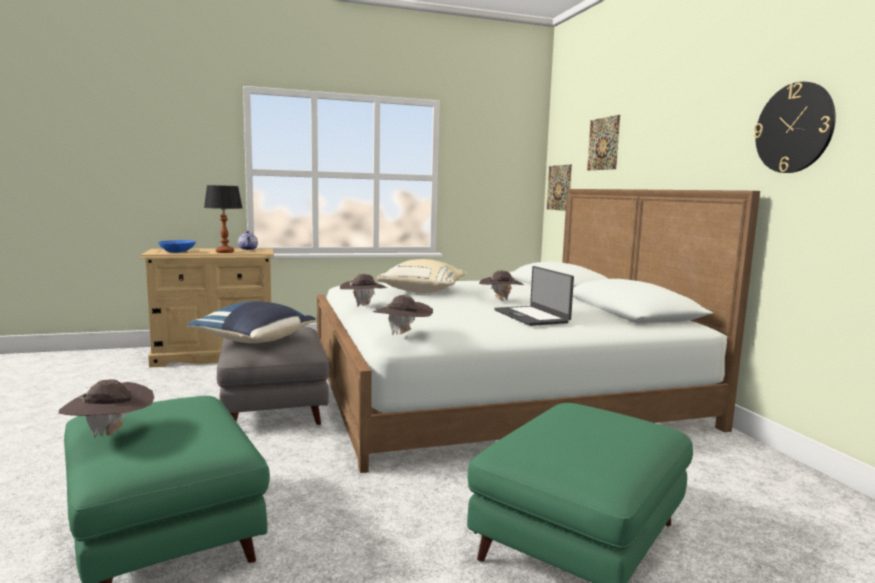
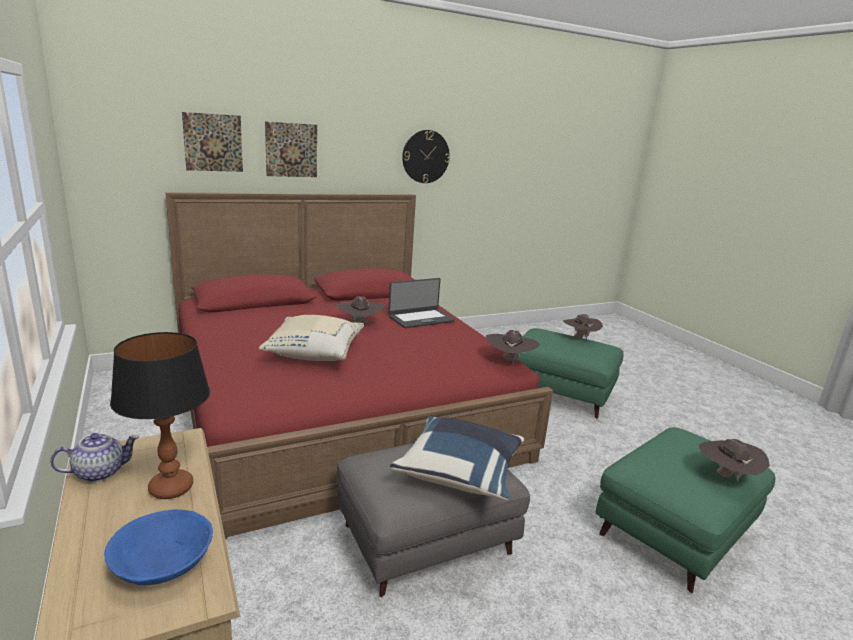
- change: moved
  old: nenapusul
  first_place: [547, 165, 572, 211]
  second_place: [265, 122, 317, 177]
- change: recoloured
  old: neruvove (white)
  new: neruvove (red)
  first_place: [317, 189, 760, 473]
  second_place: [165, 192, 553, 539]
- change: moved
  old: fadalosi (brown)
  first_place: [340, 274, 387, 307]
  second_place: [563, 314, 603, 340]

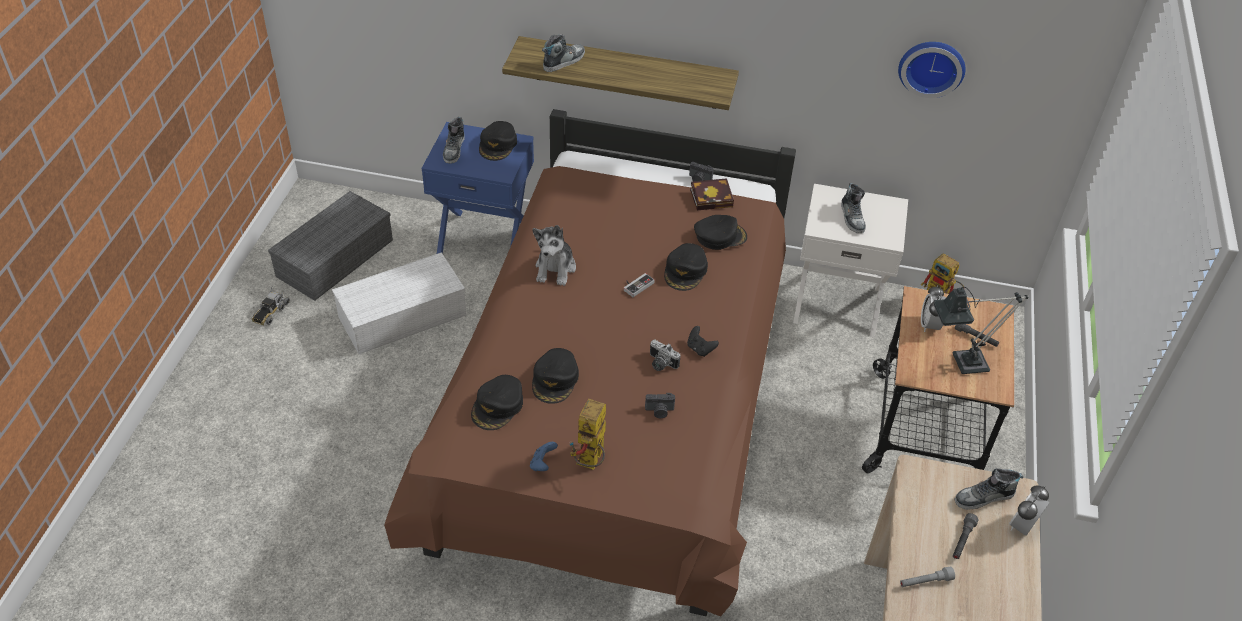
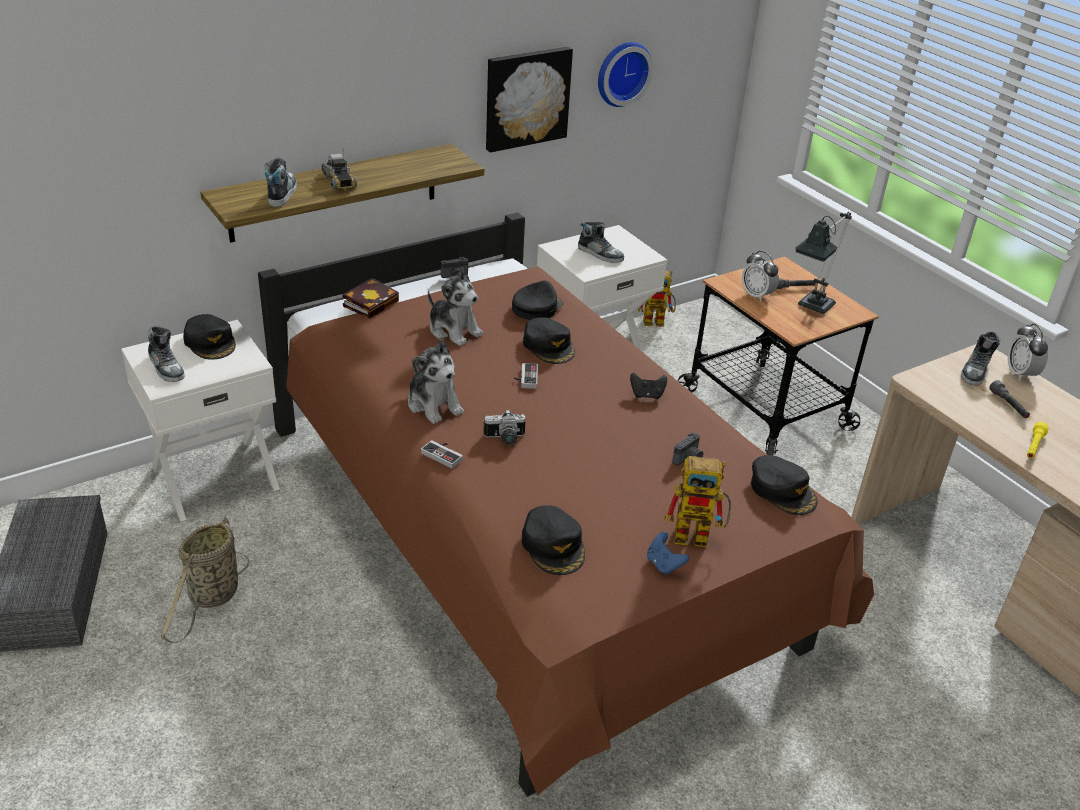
- change: recoloured
  old: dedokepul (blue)
  new: dedokepul (white)
  first_place: [421, 122, 534, 254]
  second_place: [121, 320, 280, 521]
- change: moved
  old: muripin
  first_place: [690, 178, 734, 210]
  second_place: [342, 278, 399, 319]
- change: replaced
  old: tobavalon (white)
  new: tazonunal
  first_place: [332, 252, 466, 354]
  second_place: [161, 517, 249, 643]
- change: moved
  old: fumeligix
  first_place: [252, 287, 290, 325]
  second_place: [322, 148, 357, 190]
- change: moved
  old: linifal
  first_place: [650, 340, 681, 371]
  second_place: [484, 410, 526, 445]
- change: moved
  old: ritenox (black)
  first_place: [532, 348, 579, 404]
  second_place: [751, 455, 818, 515]
- change: turned
  old: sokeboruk
  first_place: [570, 398, 606, 470]
  second_place: [665, 456, 731, 548]
  degrees: -60
- change: recoloured
  old: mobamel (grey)
  new: mobamel (yellow)
  first_place: [900, 566, 955, 587]
  second_place: [1027, 422, 1049, 458]
- change: added
  new: nenapusul
  second_place: [486, 47, 573, 153]
- change: added
  new: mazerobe
  second_place: [428, 267, 483, 346]
- change: added
  new: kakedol
  second_place: [421, 440, 463, 469]

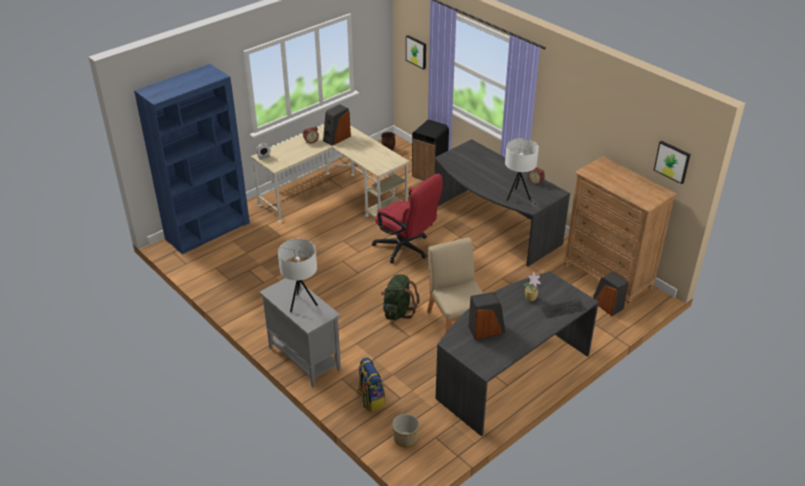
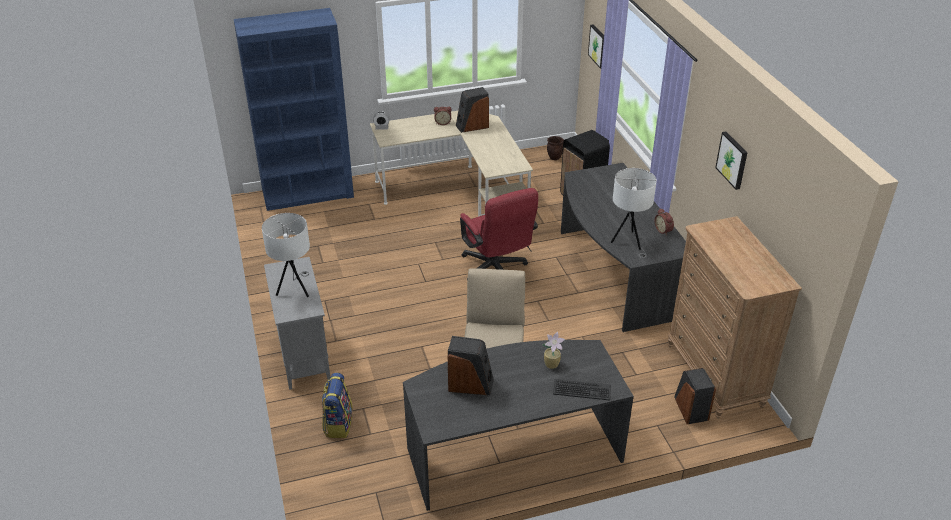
- change: moved
  old: nenapusul
  first_place: [654, 141, 691, 184]
  second_place: [715, 131, 747, 190]
- change: removed
  old: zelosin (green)
  first_place: [381, 274, 420, 320]
- change: removed
  old: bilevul
  first_place: [392, 414, 419, 447]

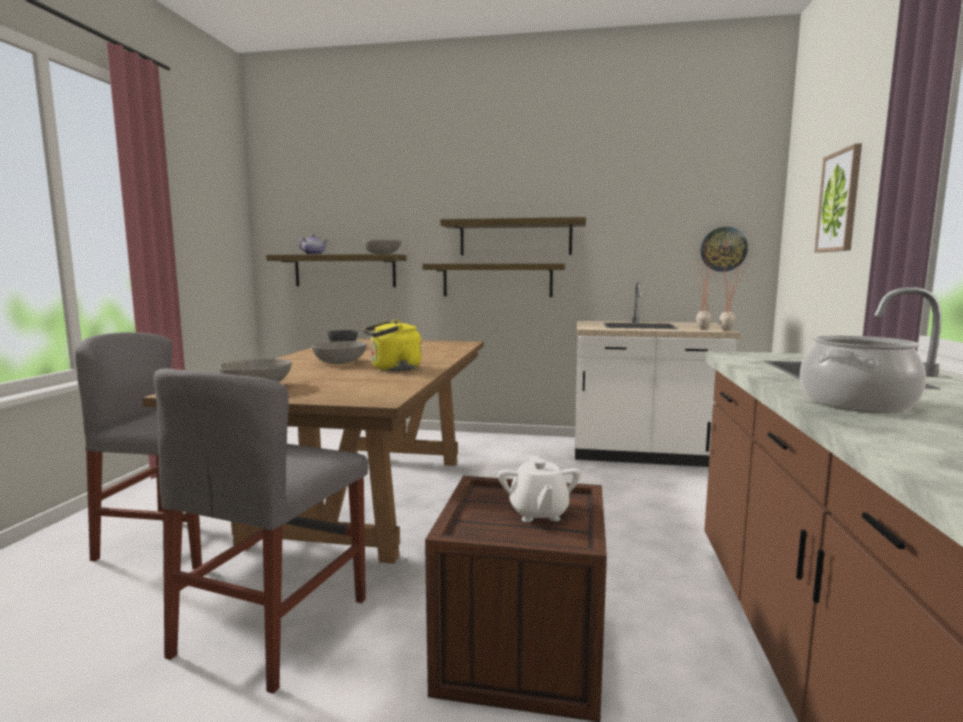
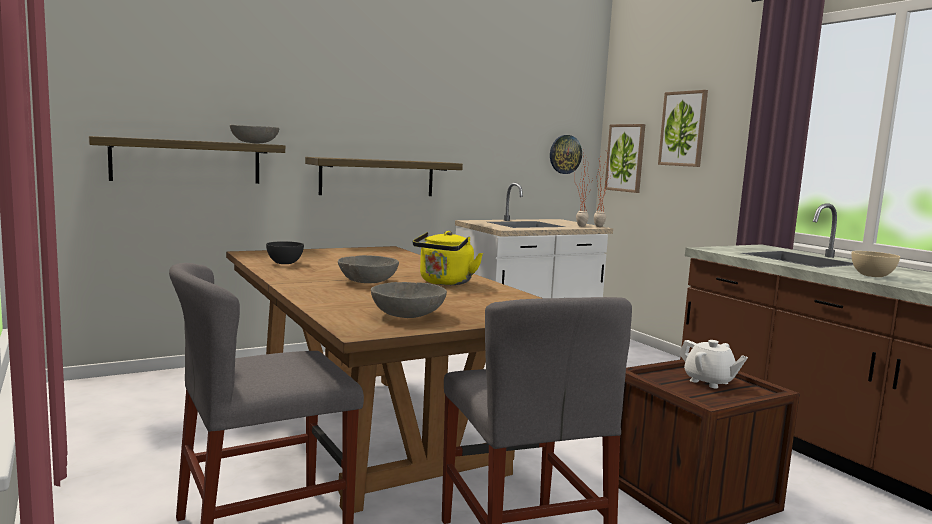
- change: removed
  old: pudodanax
  first_place: [440, 217, 586, 255]
- change: removed
  old: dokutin
  first_place: [299, 234, 328, 255]
- change: replaced
  old: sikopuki
  new: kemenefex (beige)
  first_place: [800, 335, 926, 413]
  second_place: [851, 251, 900, 277]
- change: added
  new: nenapusul
  second_place: [605, 124, 645, 193]

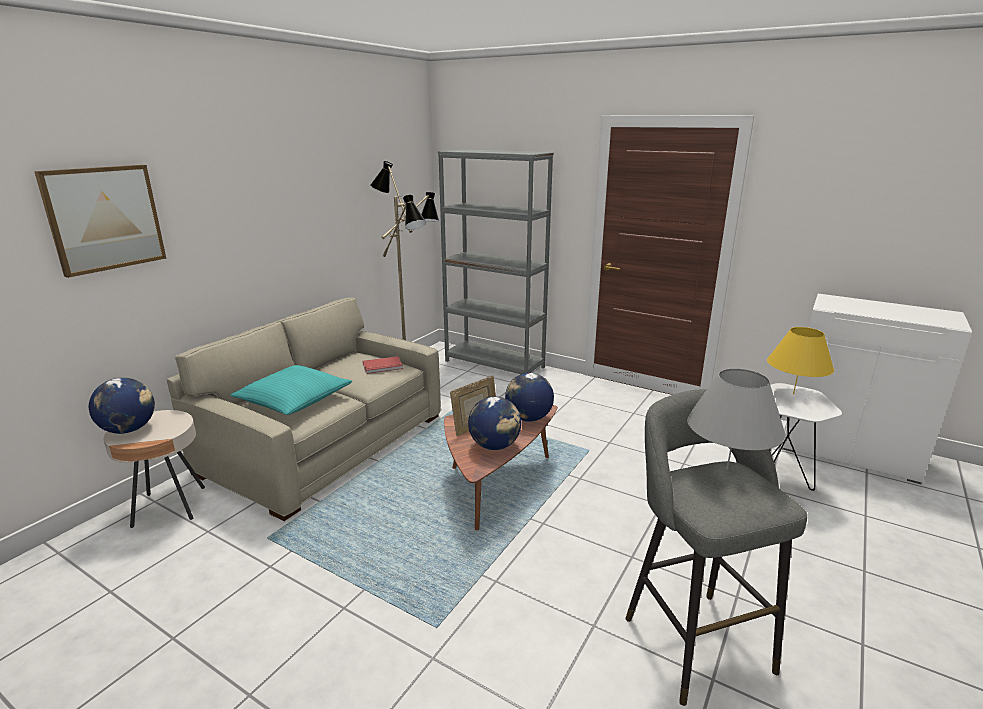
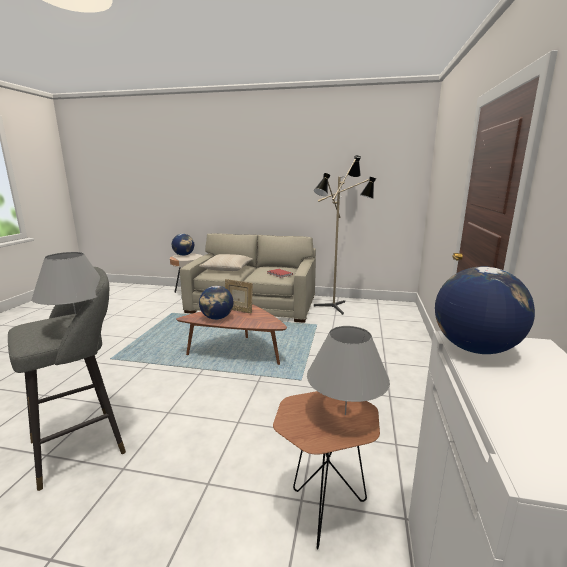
- change: removed
  old: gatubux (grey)
  first_place: [438, 150, 554, 374]
- change: removed
  old: nenapusul
  first_place: [34, 165, 166, 278]
- change: recoloured
  old: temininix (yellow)
  new: temininix (grey)
  first_place: [767, 327, 834, 395]
  second_place: [307, 326, 390, 415]
- change: recoloured
  old: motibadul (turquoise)
  new: motibadul (beige)
  first_place: [231, 365, 352, 415]
  second_place: [199, 254, 253, 271]
- change: moved
  old: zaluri
  first_place: [505, 373, 554, 422]
  second_place: [435, 266, 535, 354]
- change: recoloured
  old: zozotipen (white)
  new: zozotipen (brown)
  first_place: [769, 383, 842, 491]
  second_place: [273, 391, 380, 550]

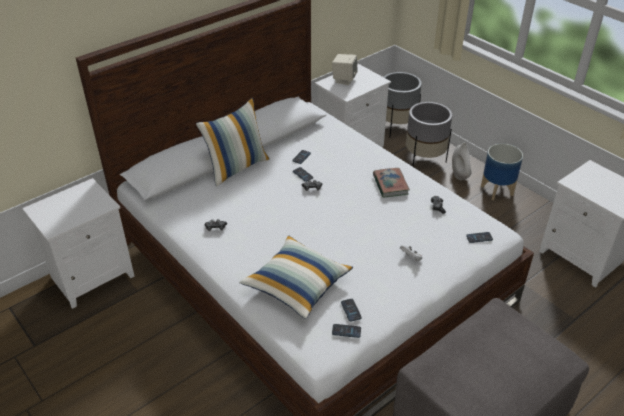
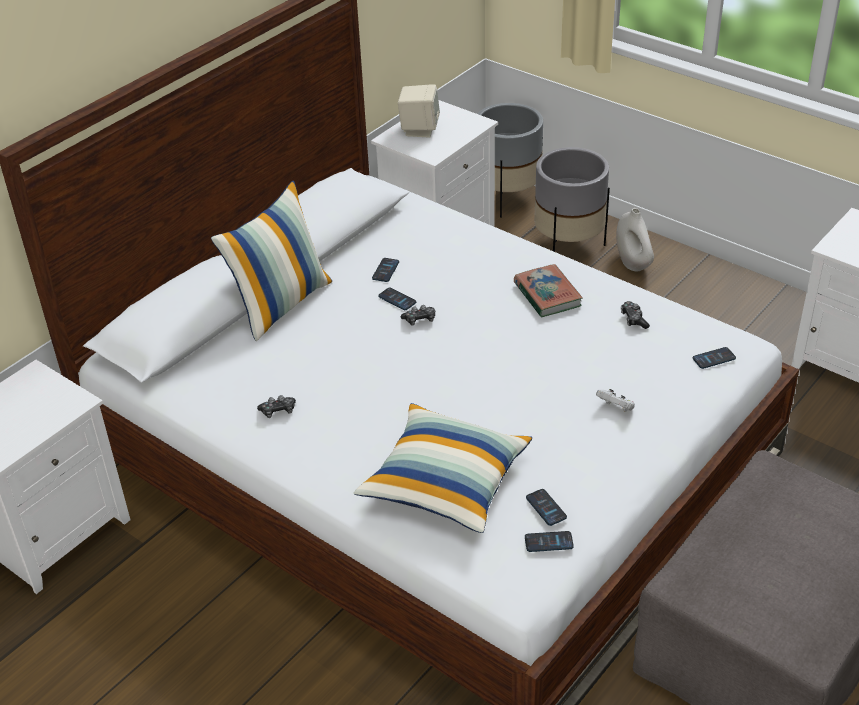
- change: removed
  old: bilevul
  first_place: [481, 144, 523, 201]

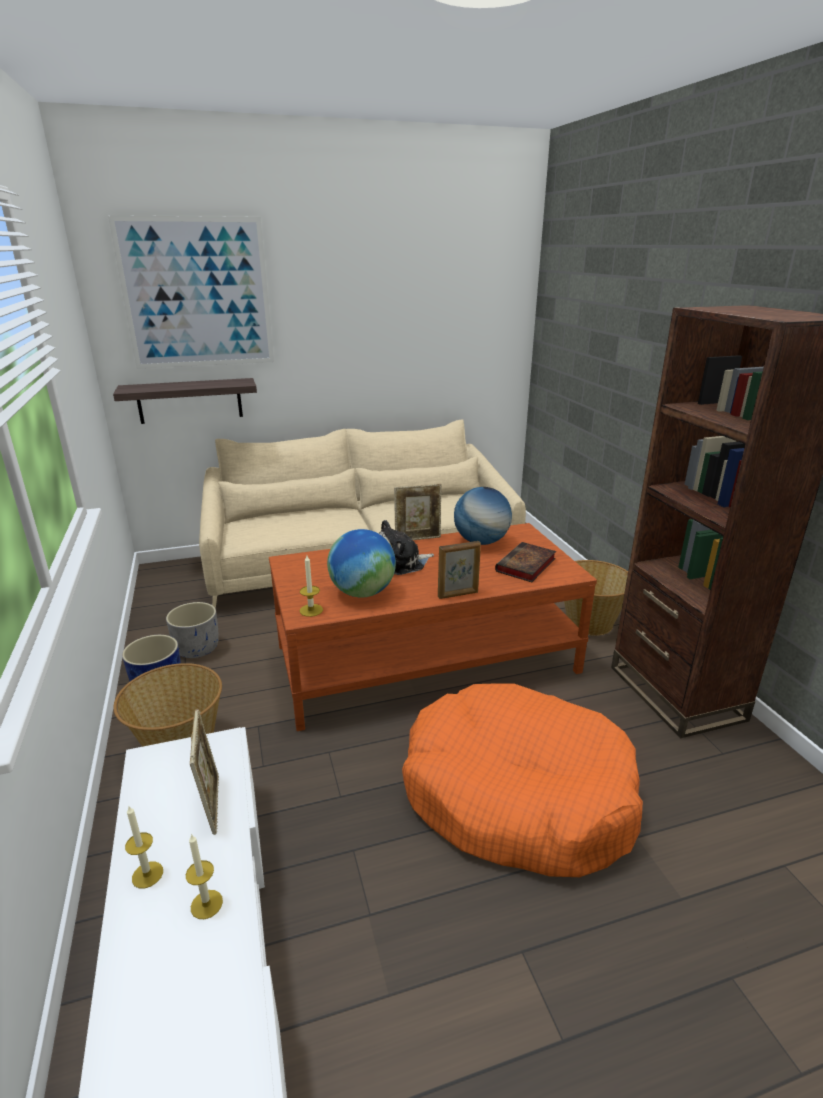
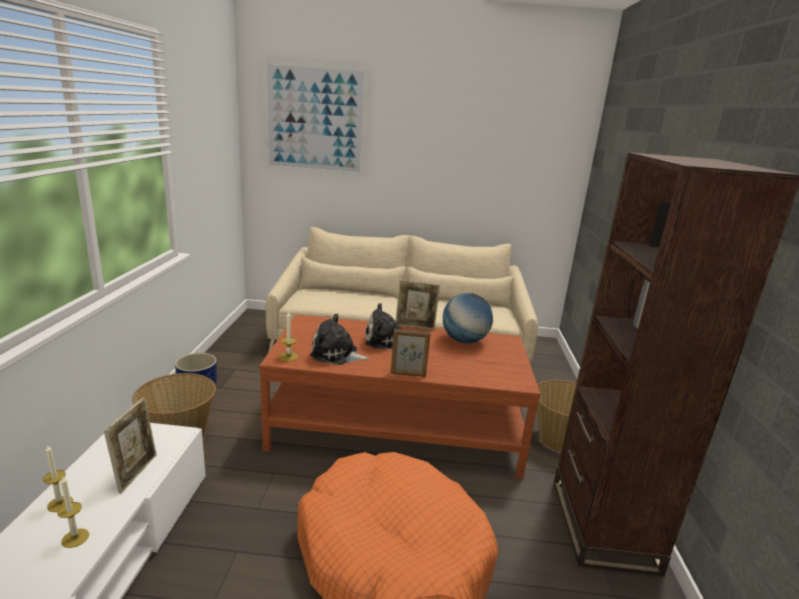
- change: removed
  old: pudodanax
  first_place: [113, 378, 257, 424]
- change: replaced
  old: zaluri
  new: mazerobe
  first_place: [327, 529, 396, 598]
  second_place: [310, 314, 370, 365]
- change: removed
  old: muripin
  first_place: [495, 542, 556, 582]
- change: removed
  old: bilevul (grey)
  first_place: [166, 602, 219, 658]

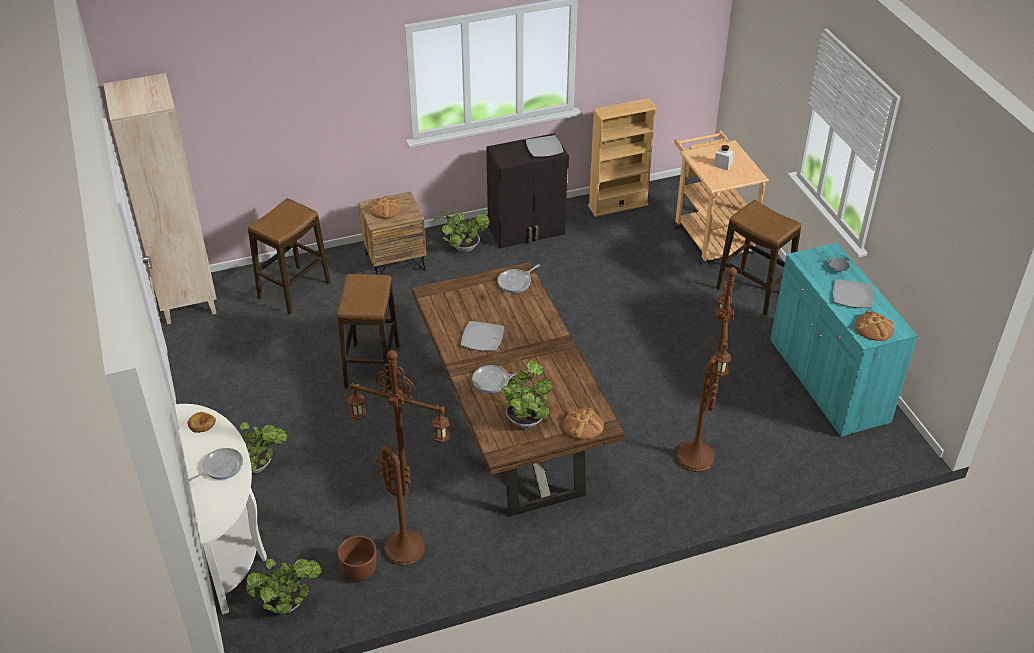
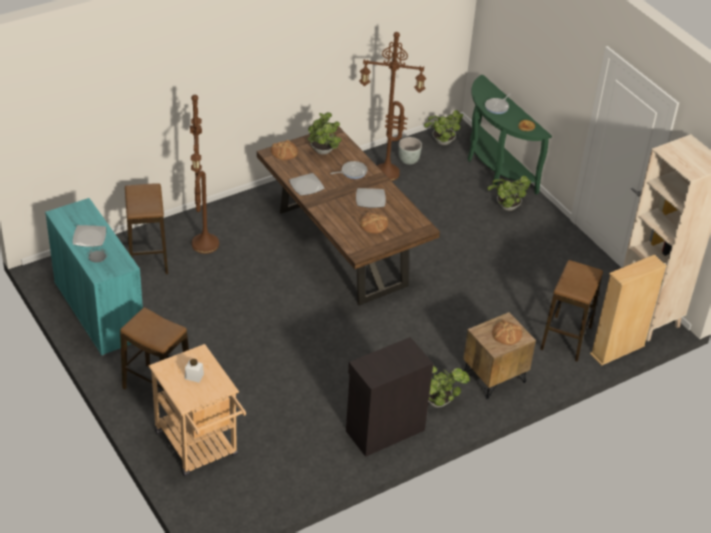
- change: moved
  old: gatubux (beige)
  first_place: [588, 98, 657, 217]
  second_place: [590, 255, 667, 365]
- change: moved
  old: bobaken
  first_place: [526, 135, 564, 157]
  second_place: [289, 173, 325, 196]
- change: removed
  old: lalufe
  first_place: [497, 264, 540, 293]
- change: moved
  old: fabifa
  first_place: [337, 274, 399, 390]
  second_place: [125, 183, 168, 274]
- change: moved
  old: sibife
  first_place: [855, 311, 894, 341]
  second_place: [360, 212, 388, 234]
- change: recoloured
  old: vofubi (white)
  new: vofubi (green)
  first_place: [175, 404, 267, 614]
  second_place: [468, 75, 552, 194]
- change: recoloured
  old: bilevul (brown)
  new: bilevul (grey)
  first_place: [338, 536, 377, 581]
  second_place: [399, 137, 422, 165]

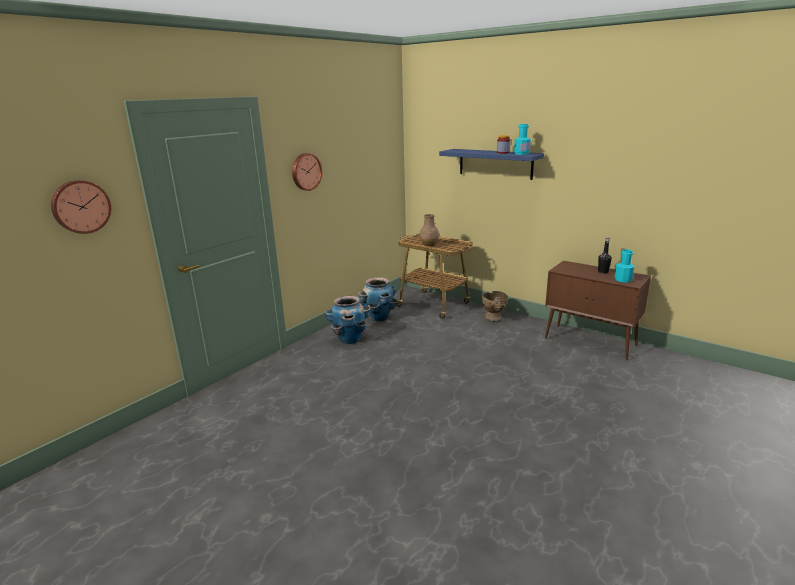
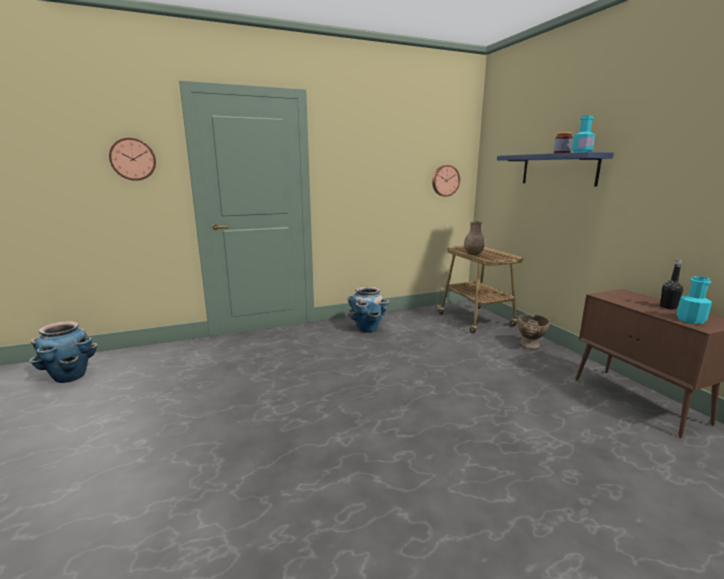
- change: moved
  old: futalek
  first_place: [292, 153, 322, 191]
  second_place: [432, 165, 460, 197]
- change: moved
  old: bilevul
  first_place: [358, 277, 398, 322]
  second_place: [29, 321, 98, 383]

